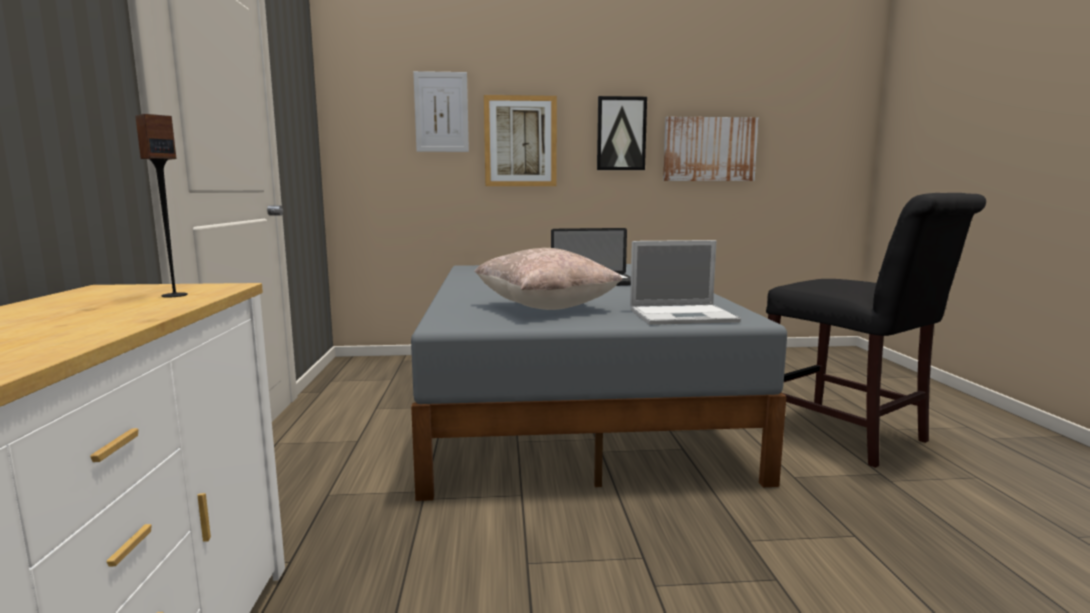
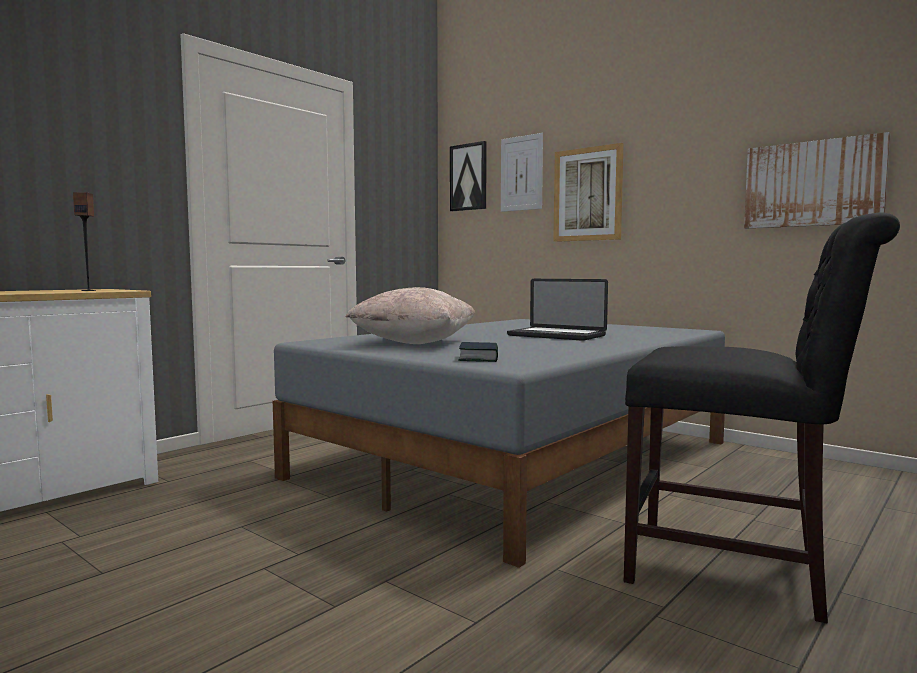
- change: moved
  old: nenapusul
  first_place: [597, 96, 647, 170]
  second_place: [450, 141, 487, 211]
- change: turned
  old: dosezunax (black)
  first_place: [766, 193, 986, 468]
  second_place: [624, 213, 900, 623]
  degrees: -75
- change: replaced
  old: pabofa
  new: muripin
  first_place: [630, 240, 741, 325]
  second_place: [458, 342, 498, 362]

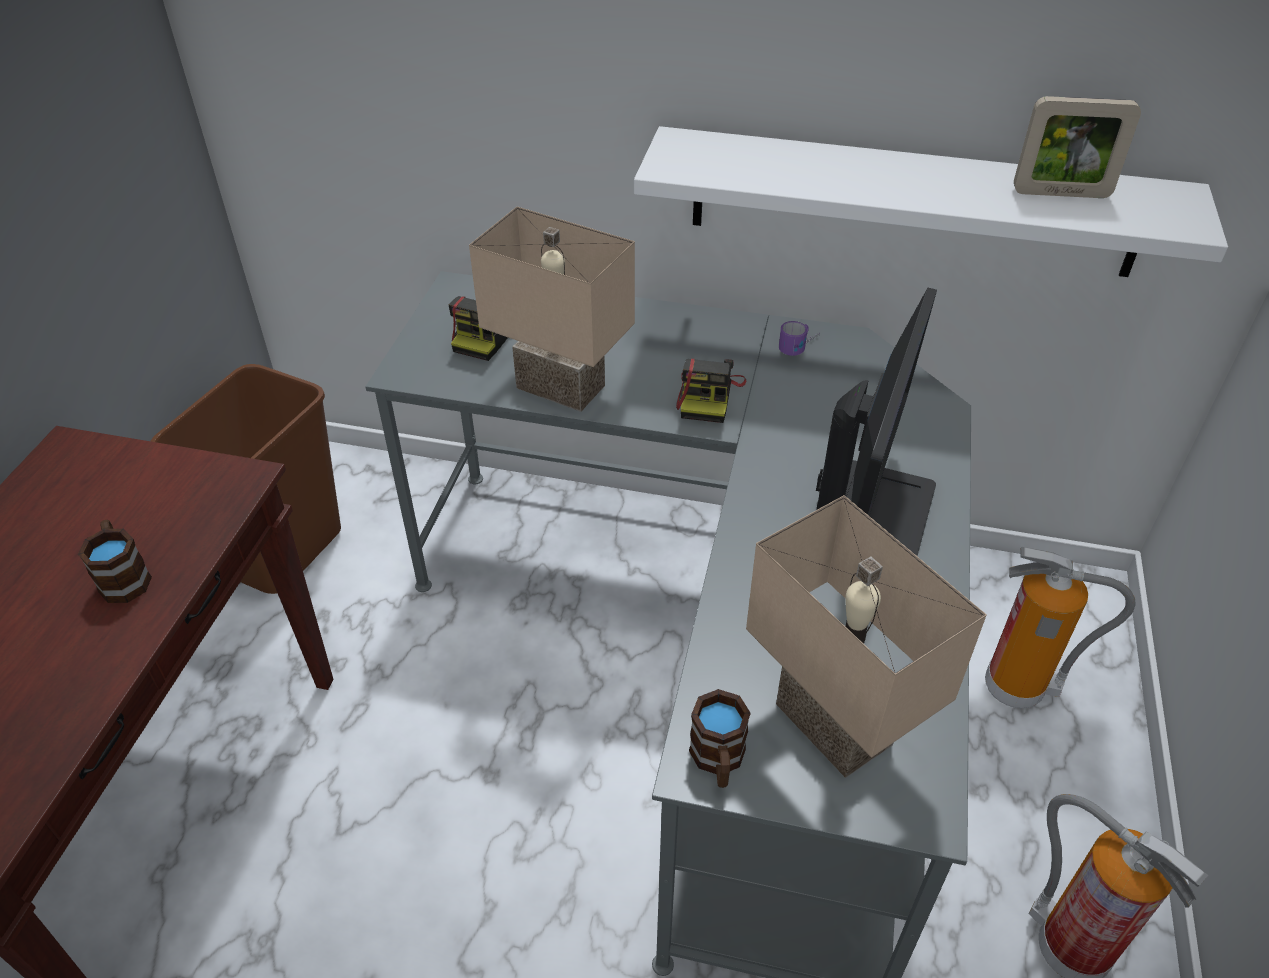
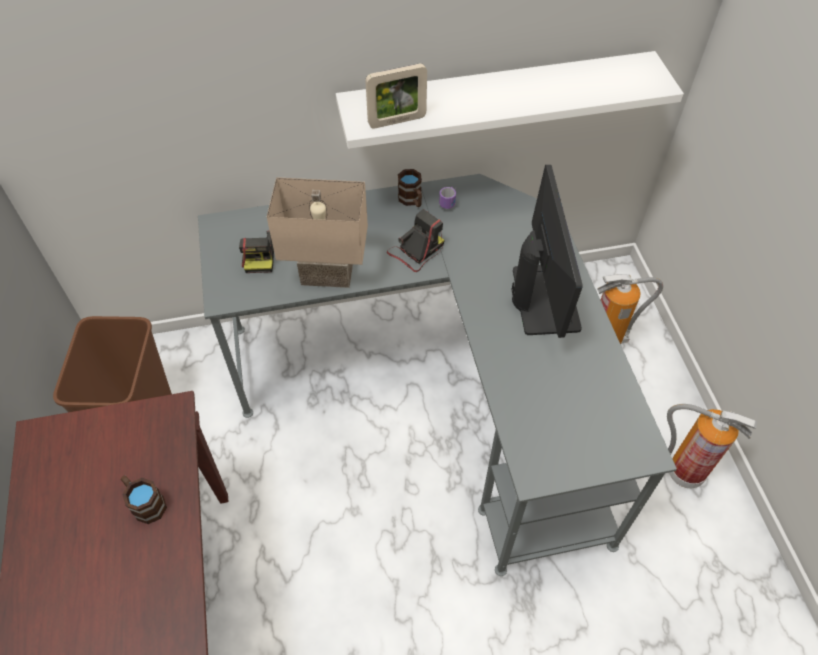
- change: moved
  old: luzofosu
  first_place: [1014, 96, 1141, 198]
  second_place: [365, 63, 427, 129]
- change: turned
  old: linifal
  first_place: [676, 358, 747, 423]
  second_place: [387, 209, 445, 272]
  degrees: -120
- change: removed
  old: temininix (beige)
  first_place: [746, 495, 987, 778]
- change: moved
  old: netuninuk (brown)
  first_place: [689, 689, 751, 788]
  second_place: [398, 169, 422, 207]

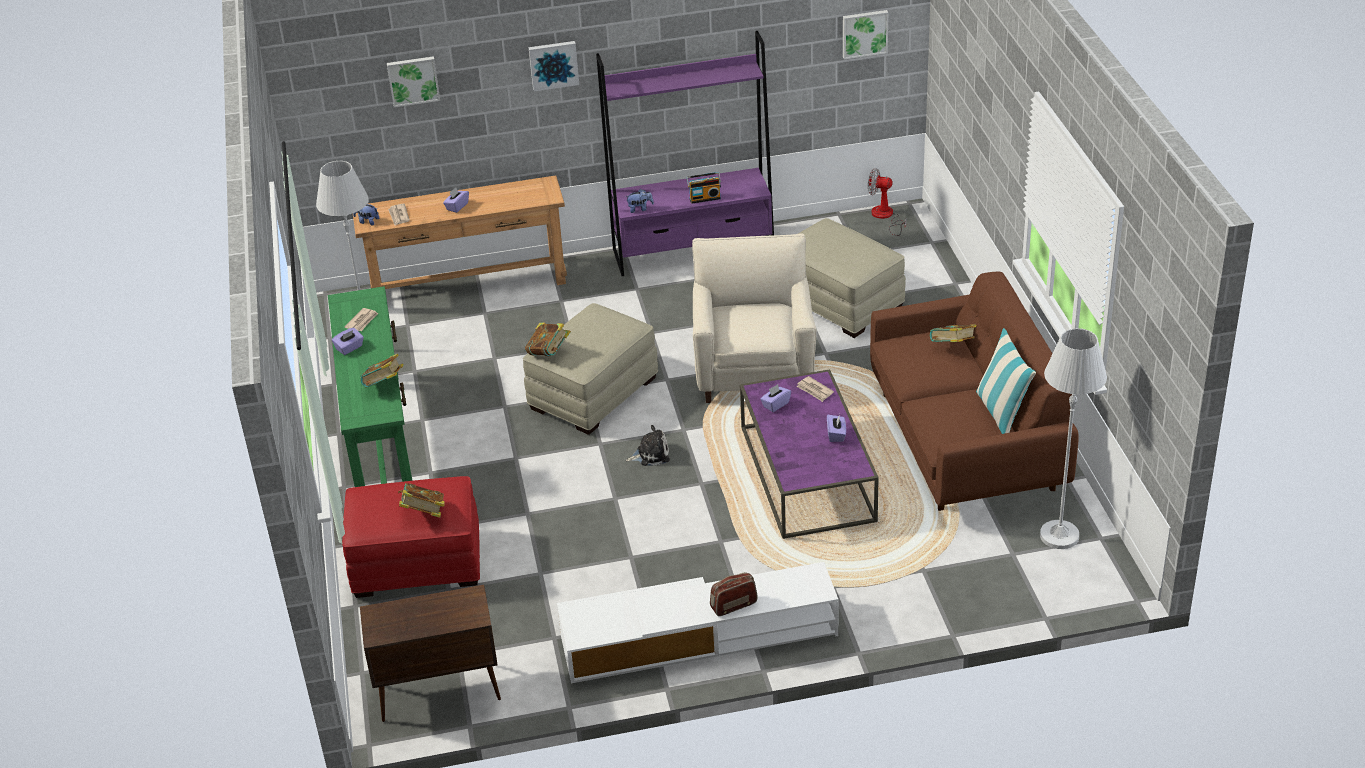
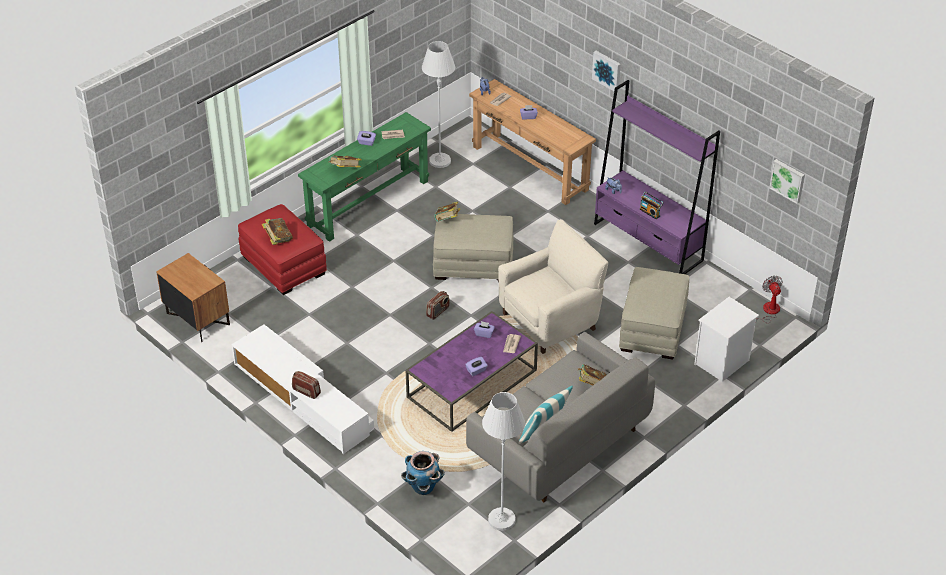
- change: removed
  old: nenapusul
  first_place: [387, 56, 440, 107]
- change: recoloured
  old: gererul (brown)
  new: gererul (grey)
  first_place: [870, 272, 1079, 511]
  second_place: [466, 332, 655, 502]
- change: replaced
  old: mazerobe
  new: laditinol
  first_place: [626, 425, 670, 466]
  second_place: [426, 291, 450, 320]
- change: replaced
  old: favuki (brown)
  new: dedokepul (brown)
  first_place: [360, 585, 501, 722]
  second_place: [156, 253, 230, 342]
- change: added
  new: dedokepul (white)
  second_place: [694, 297, 759, 382]
- change: added
  new: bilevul
  second_place: [401, 451, 445, 495]

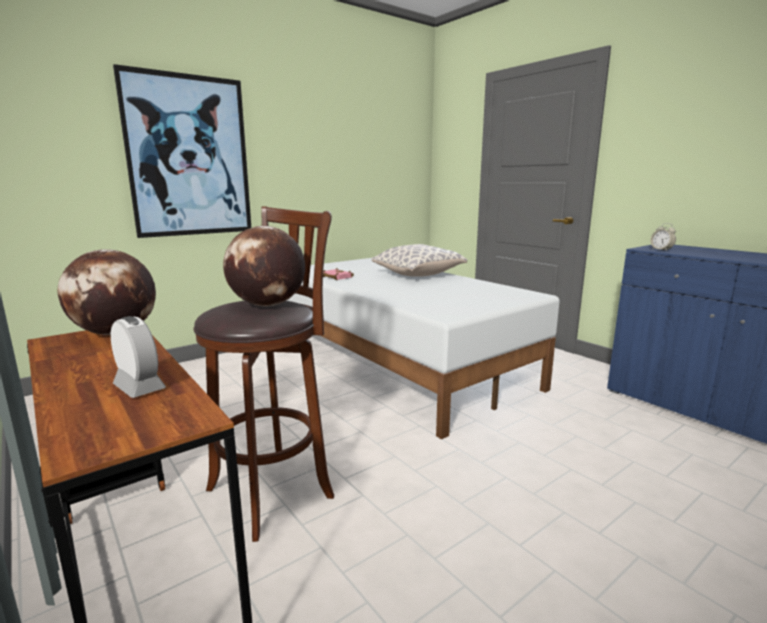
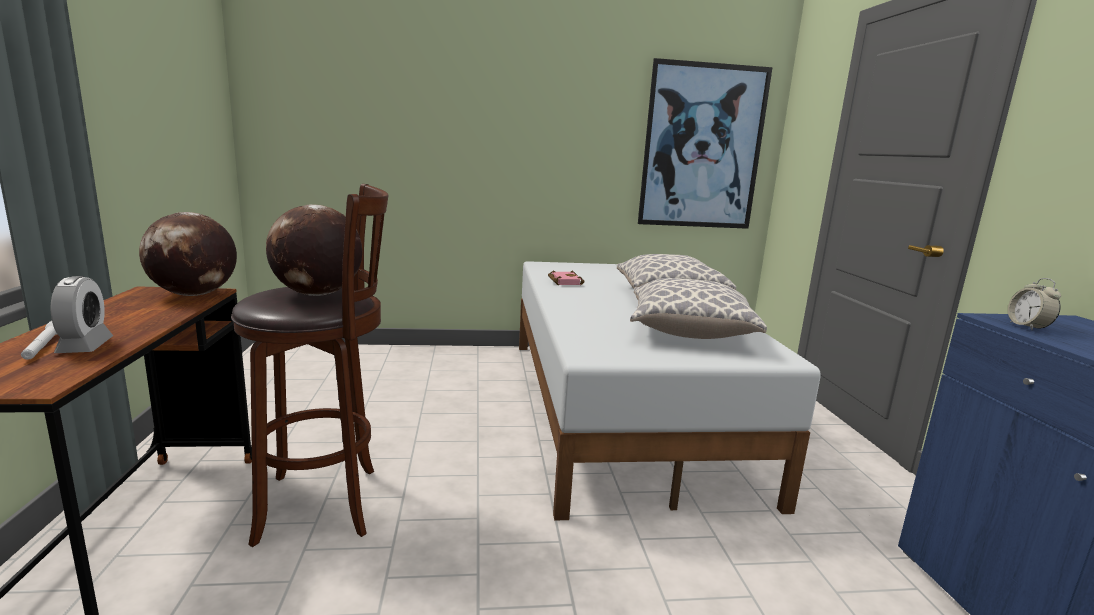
- change: moved
  old: nenapusul
  first_place: [113, 64, 251, 238]
  second_place: [638, 58, 773, 229]
- change: added
  new: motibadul
  second_place: [630, 278, 767, 339]
- change: added
  new: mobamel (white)
  second_place: [21, 321, 57, 360]

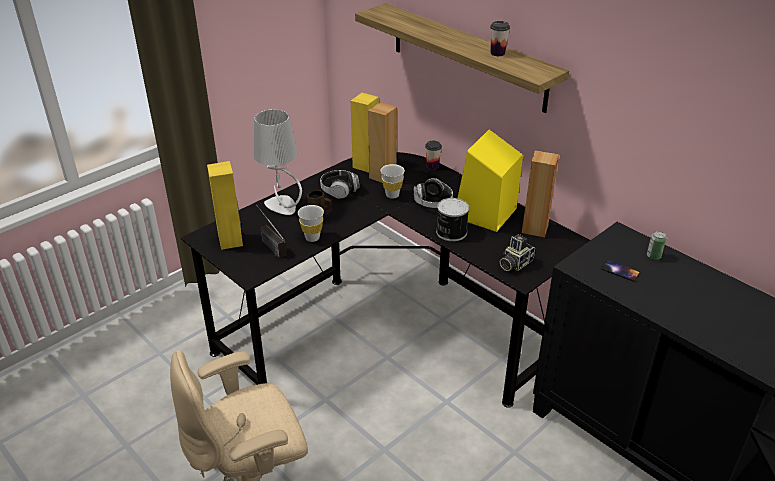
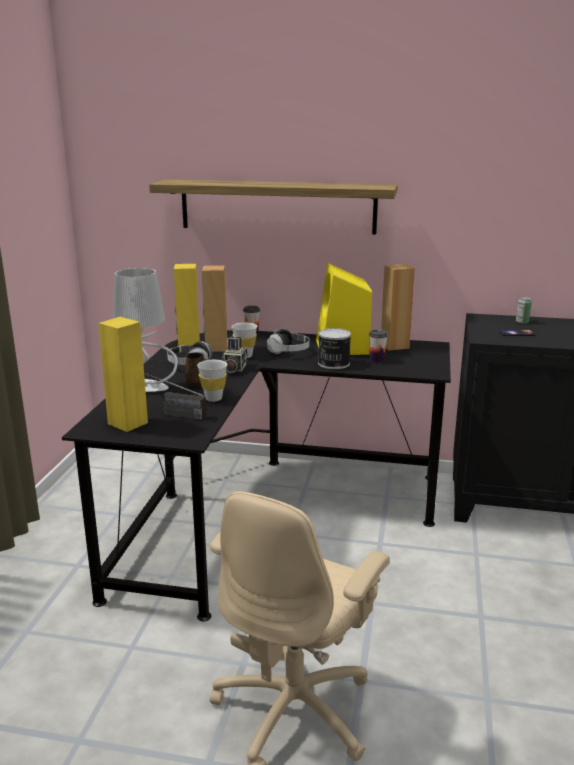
- change: moved
  old: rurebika
  first_place: [490, 21, 510, 56]
  second_place: [369, 330, 388, 363]
- change: moved
  old: linifal
  first_place: [500, 234, 535, 271]
  second_place: [221, 337, 248, 373]

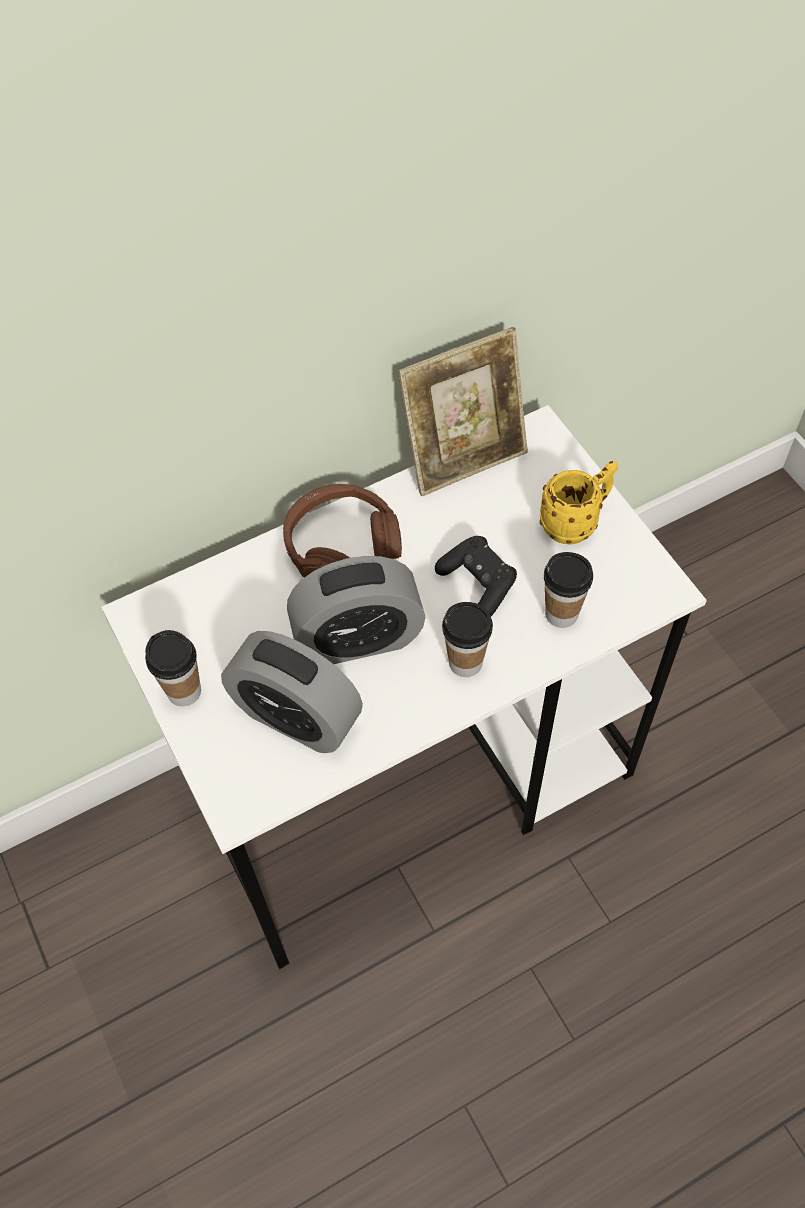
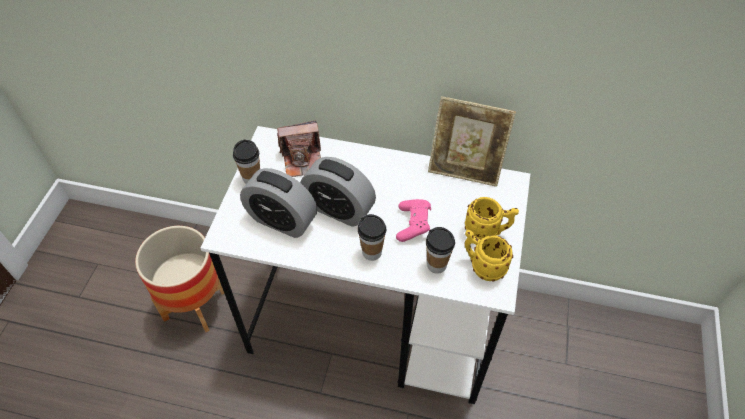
- change: removed
  old: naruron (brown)
  first_place: [283, 484, 402, 578]
- change: recoloured
  old: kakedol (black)
  new: kakedol (pink)
  first_place: [435, 536, 517, 617]
  second_place: [396, 199, 431, 242]
- change: turned
  old: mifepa
  first_place: [221, 631, 363, 753]
  second_place: [240, 168, 317, 238]
  degrees: -45
- change: added
  new: linifal
  second_place: [277, 120, 321, 177]
- change: added
  new: bilevul
  second_place: [135, 226, 224, 332]
- change: added
  new: netuninuk (yellow)
  second_place: [465, 230, 513, 281]

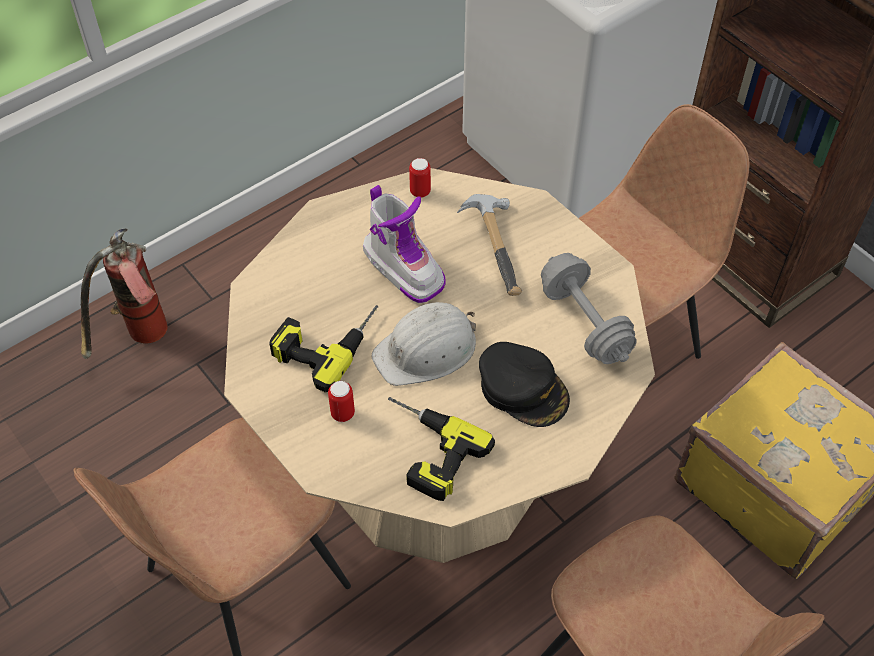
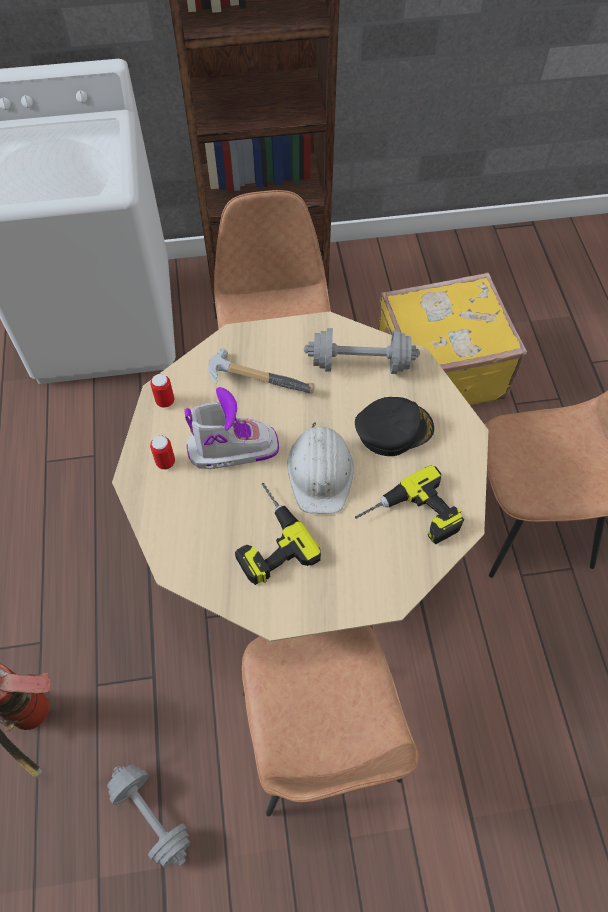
- change: moved
  old: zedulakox
  first_place: [328, 381, 355, 422]
  second_place: [150, 436, 175, 470]
- change: added
  new: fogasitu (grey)
  second_place: [107, 764, 191, 867]

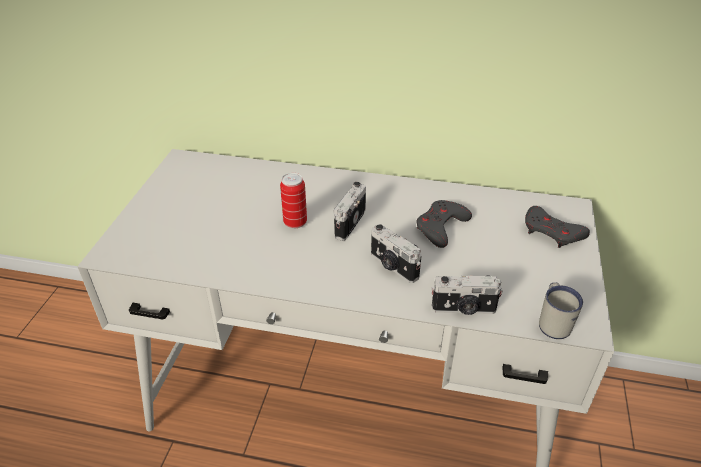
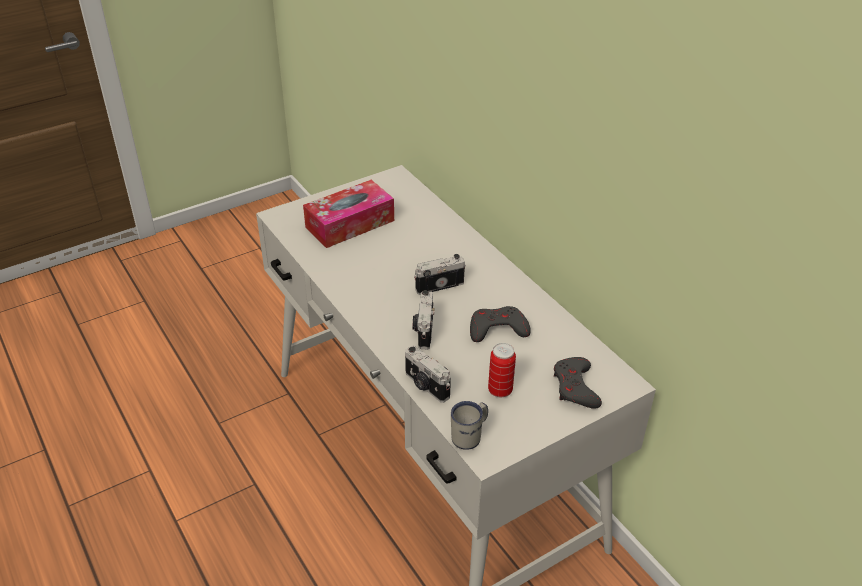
- change: moved
  old: zedulakox
  first_place: [280, 173, 307, 229]
  second_place: [488, 343, 516, 397]
- change: added
  new: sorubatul
  second_place: [303, 180, 394, 248]

